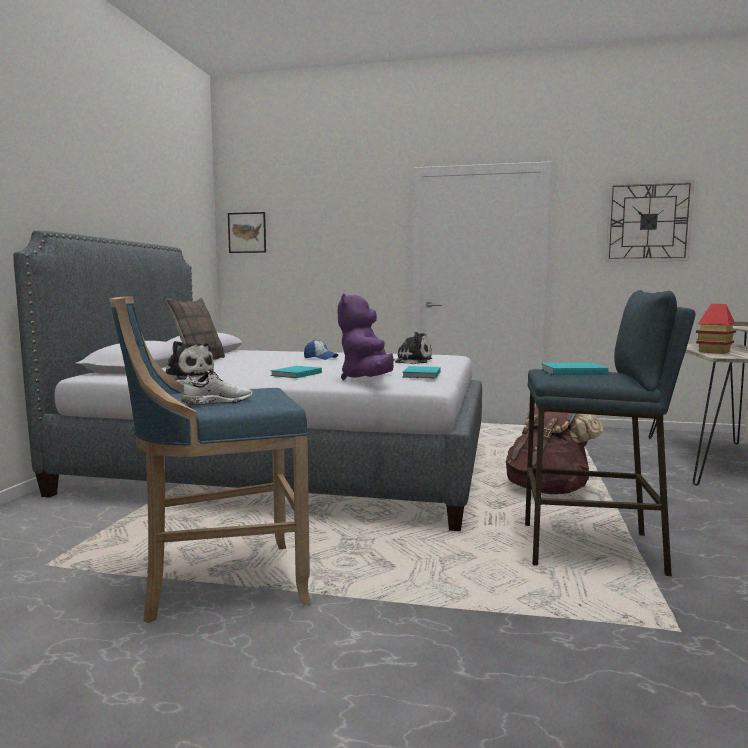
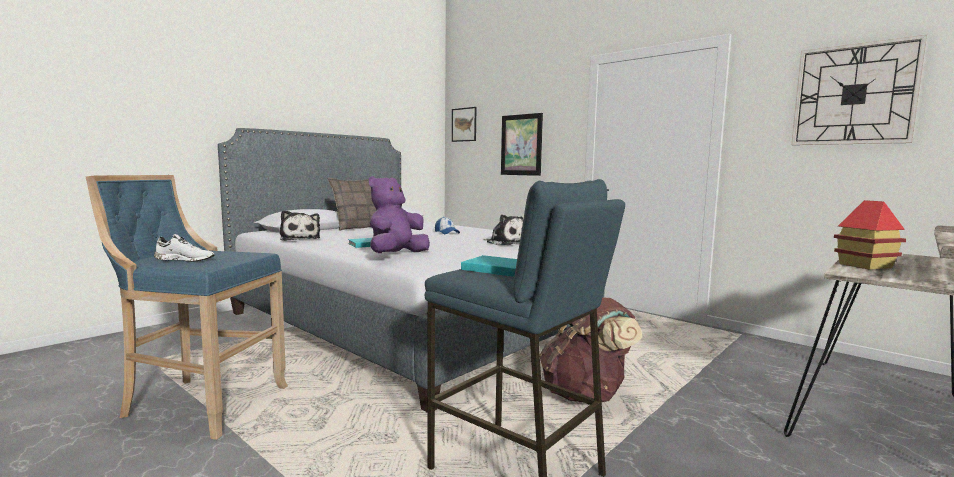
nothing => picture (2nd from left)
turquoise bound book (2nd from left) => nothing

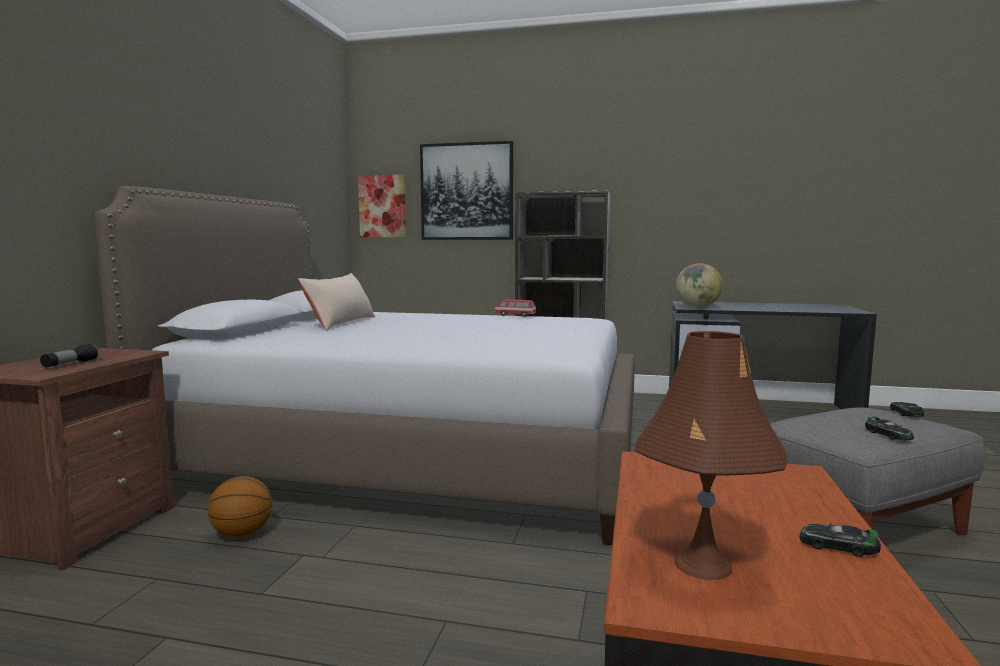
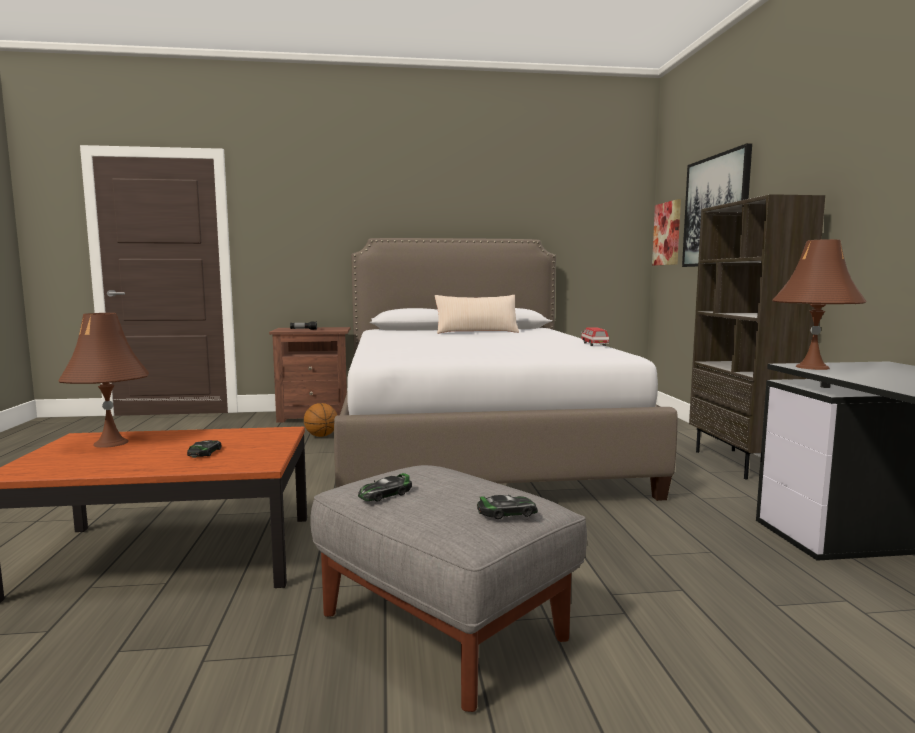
model car (2nd from left in the first image) => model car (1st from left), move
desk globe => brown tabletop lamp (2nd from left)

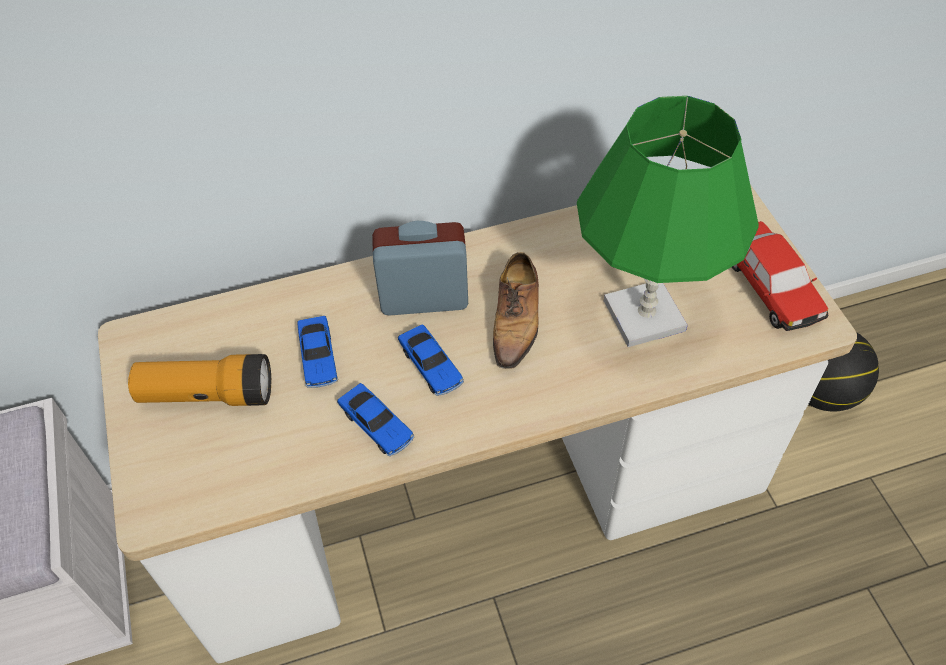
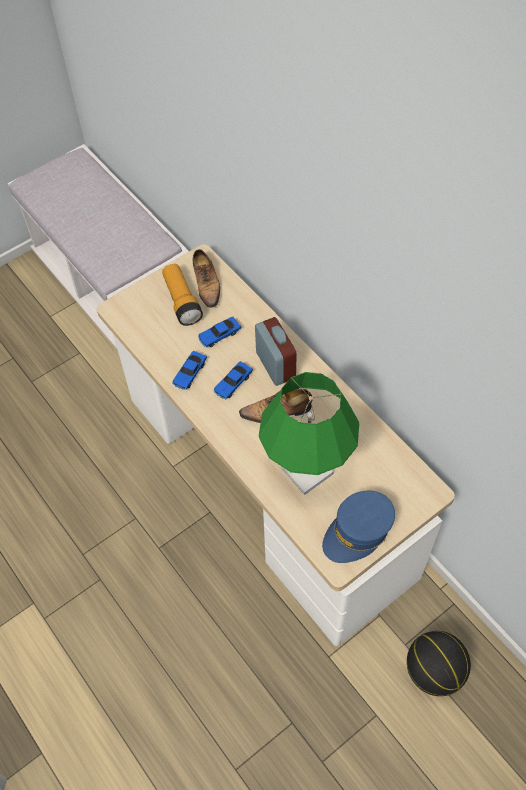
nothing => item of footwear (1st from left)
model car (4th from left) => blue-coloured cap

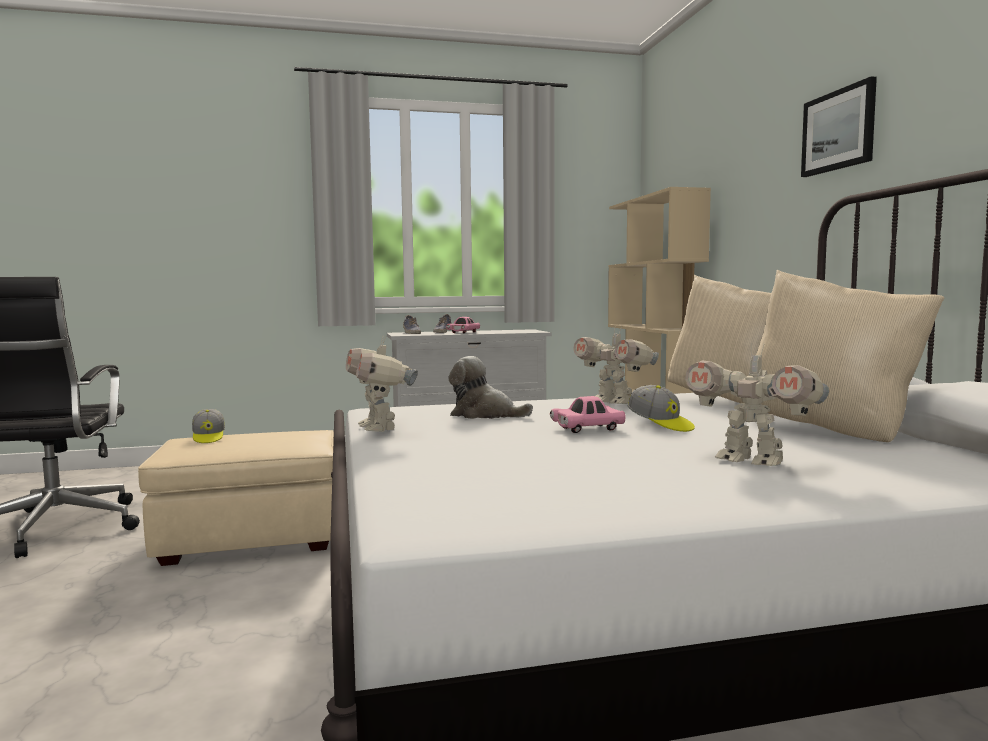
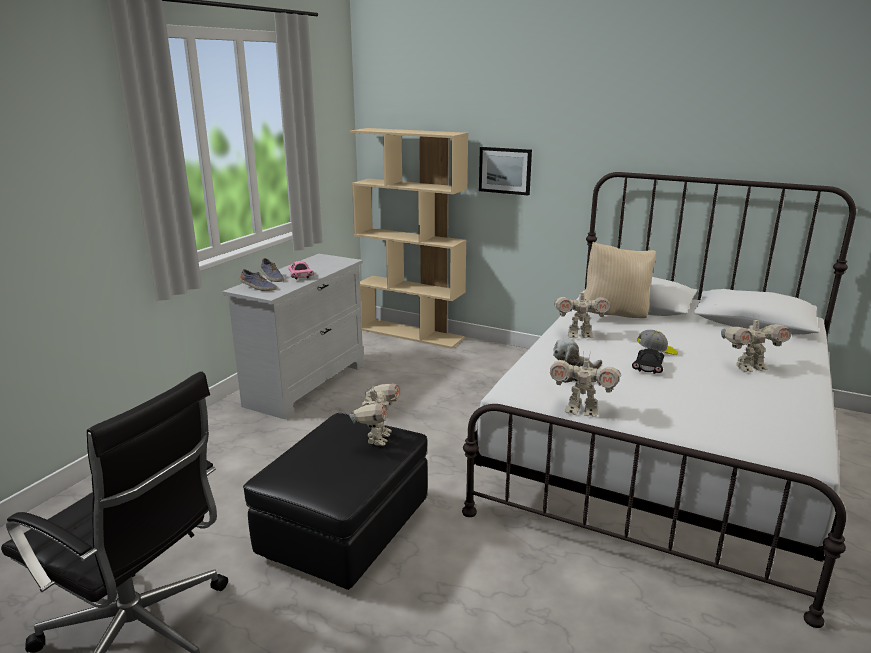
beige ottoman => black ottoman
nothing => toy robot (1st from left)
picture, move
pink model car (2nd from left) => black model car
cap (1st from left) => nothing
beige cushion (2nd from left) => nothing

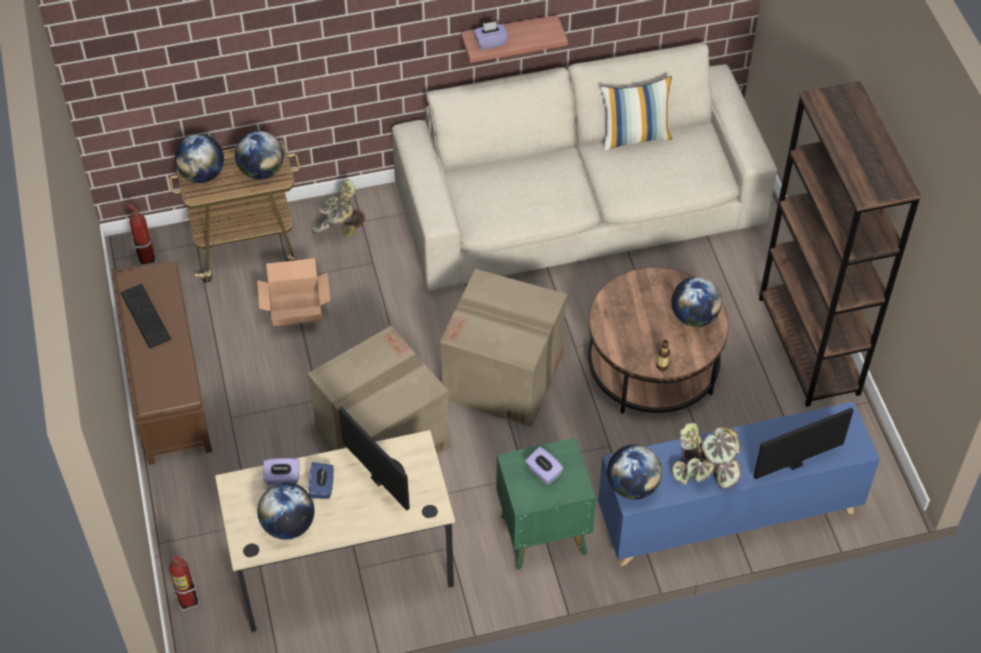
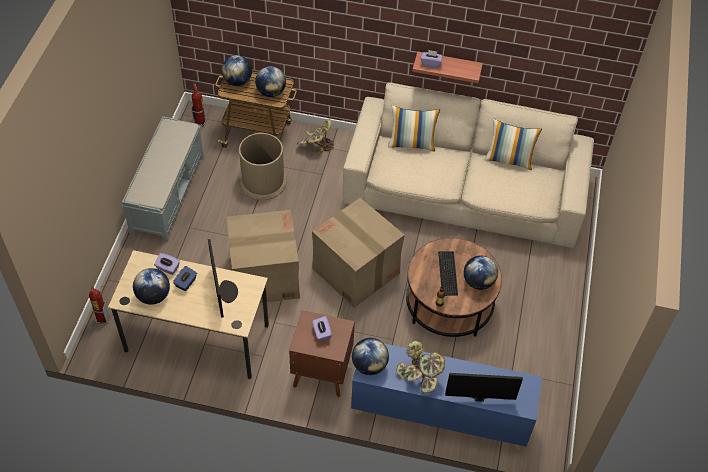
brown bench => gray bench
carton (1st from left) => brown waste bin
green-coloured night table => brown night table
nothing => cushion (1st from left)
PC keyboard, move
brown bookshelf => nothing

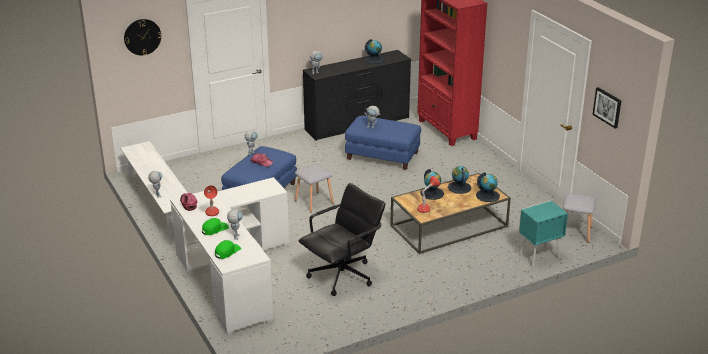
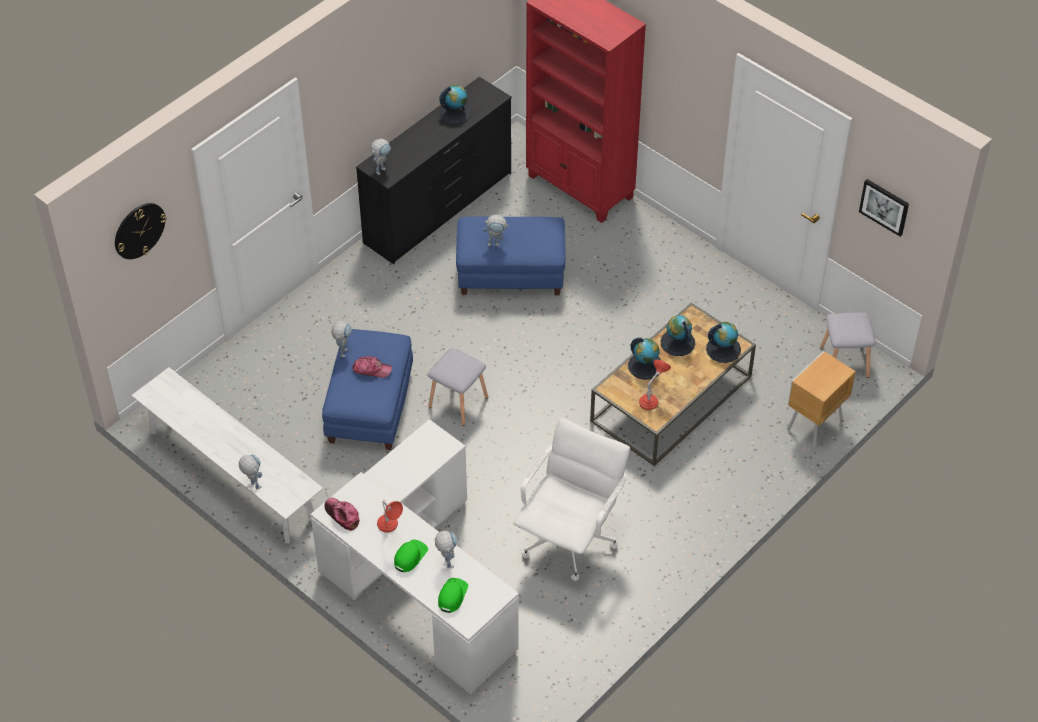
black desk chair => white-coloured desk chair
turquoise night table => brown night table

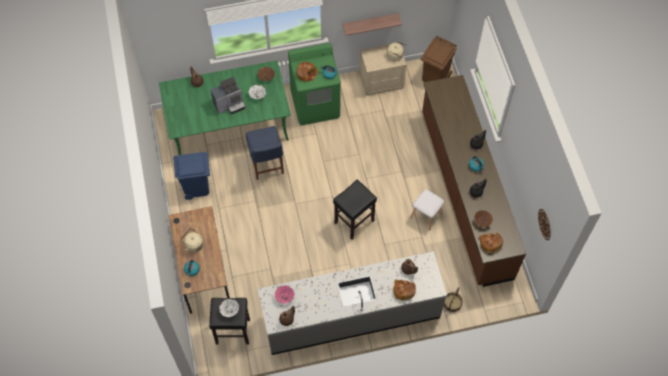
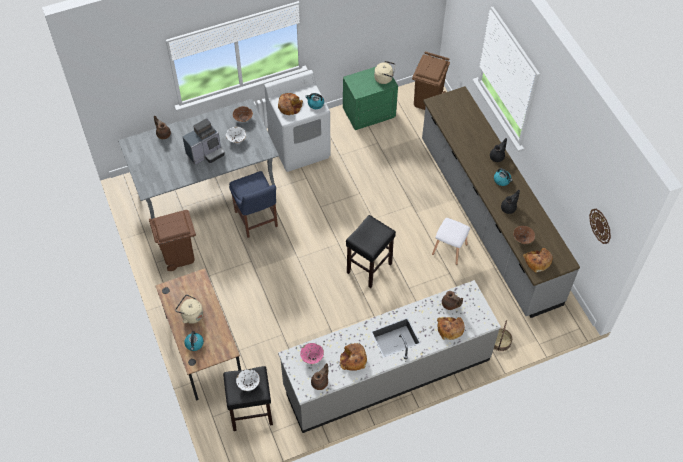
green-coloured dining table => gray dining table
blue-coloured waste bin => brown waste bin (1st from left)
green-coloured washing machine => white-coloured washing machine
nothing => bakery bread (2nd from left)
beige night table => green-coloured night table
brown counter => gray counter (2nd from left)
wall shelf => nothing

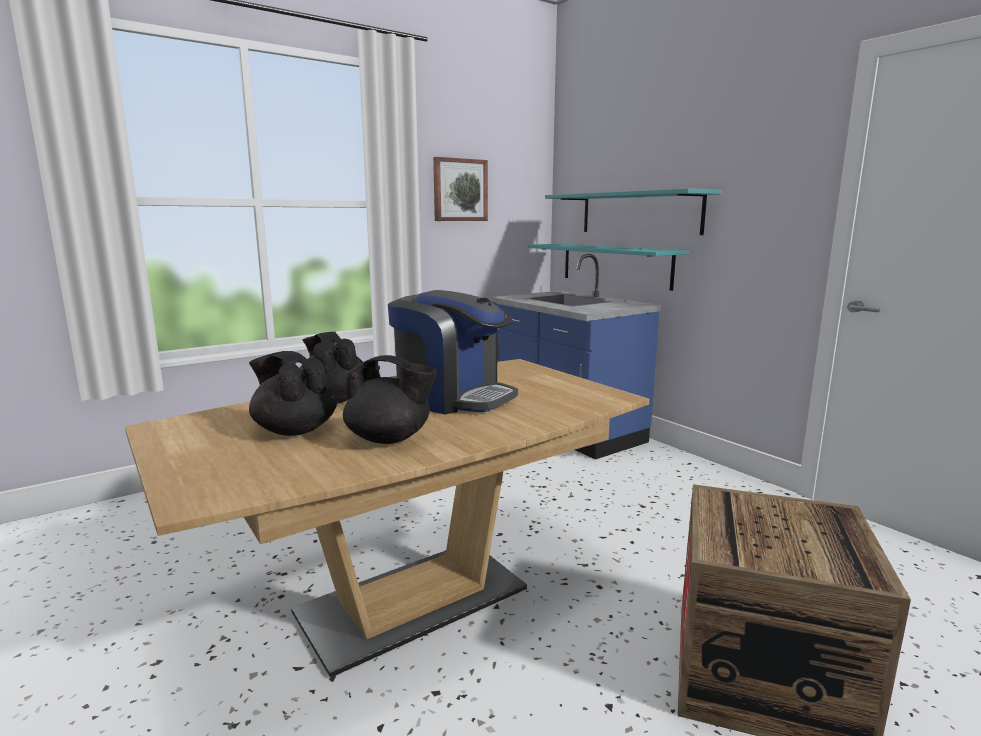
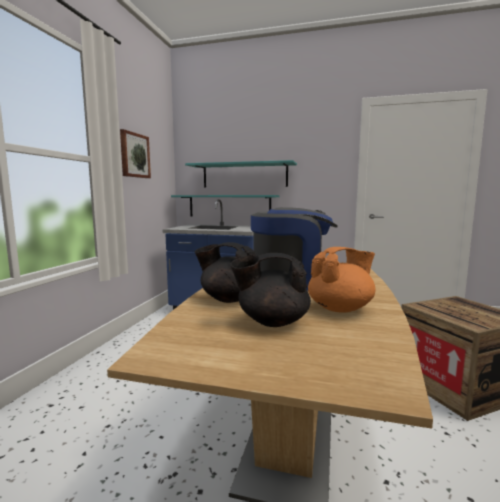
black teapot (3rd from left) => orangey teapot

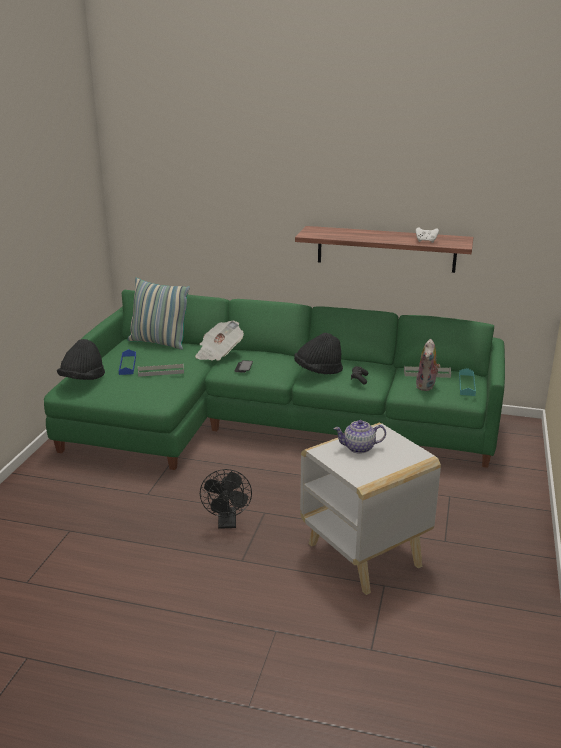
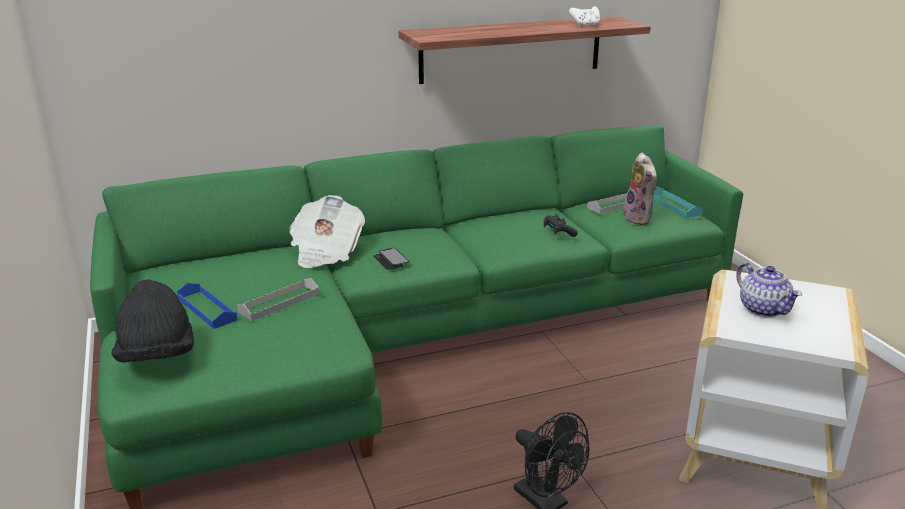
teapot, 75 degrees counterclockwise
cushion => nothing
black hat (2nd from left) => nothing

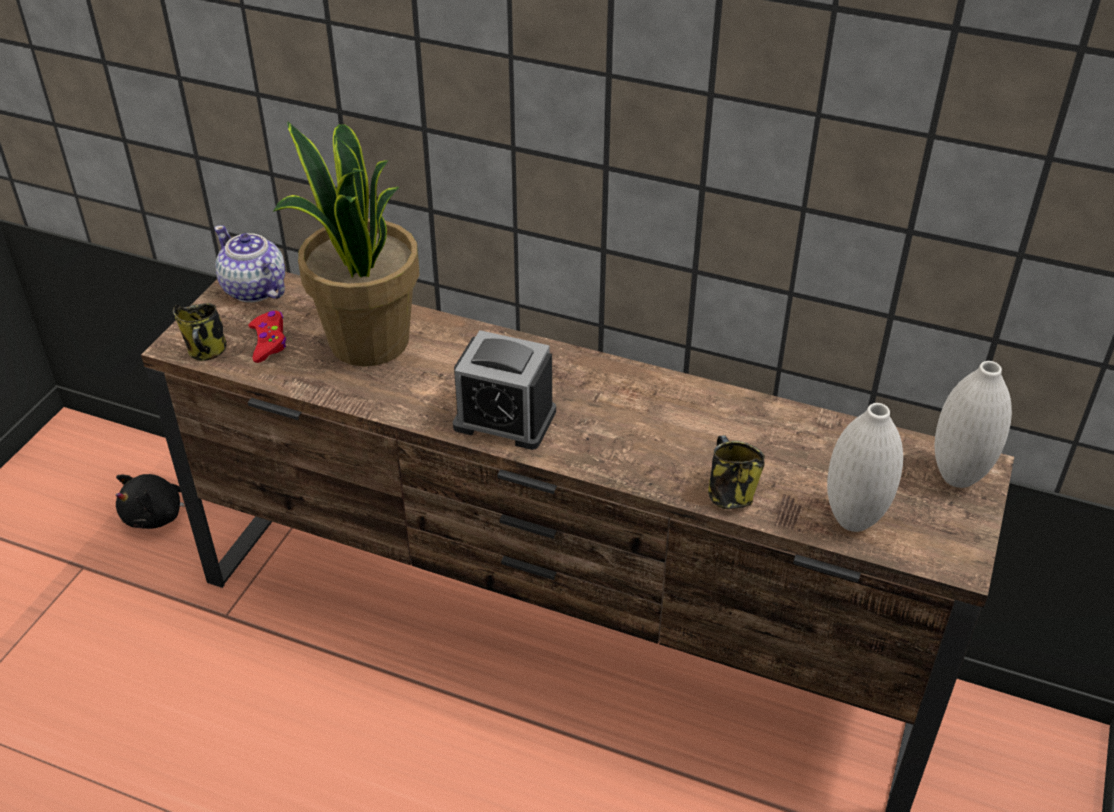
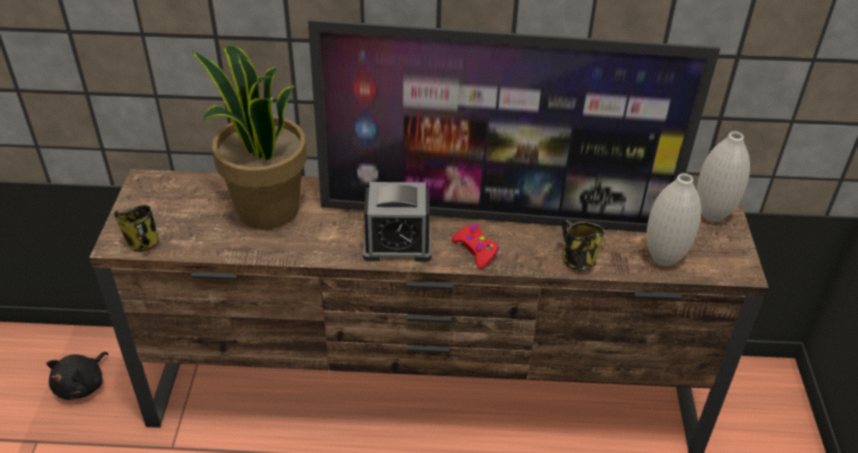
nothing => TV set
red-coloured joypad, move
teapot => nothing

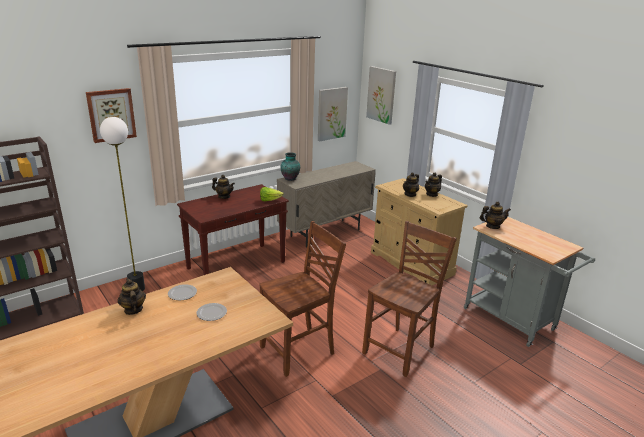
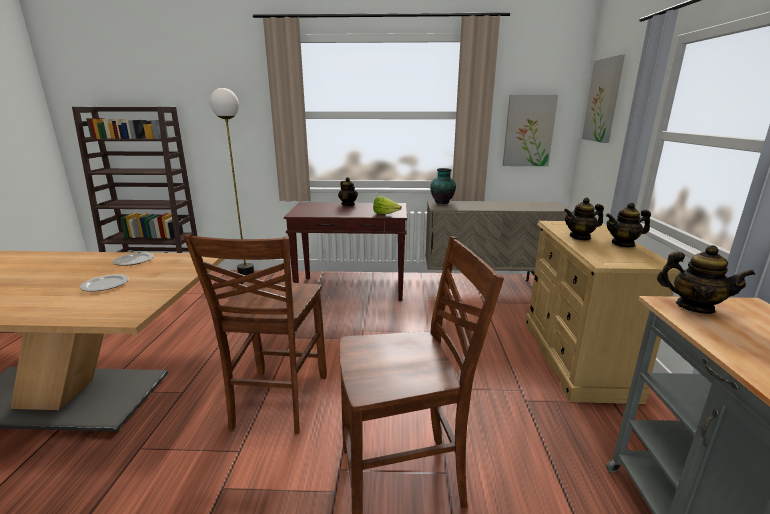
brown plain chair (1st from left), 90 degrees clockwise
picture (1st from left) => nothing
teapot (1st from left) => nothing

